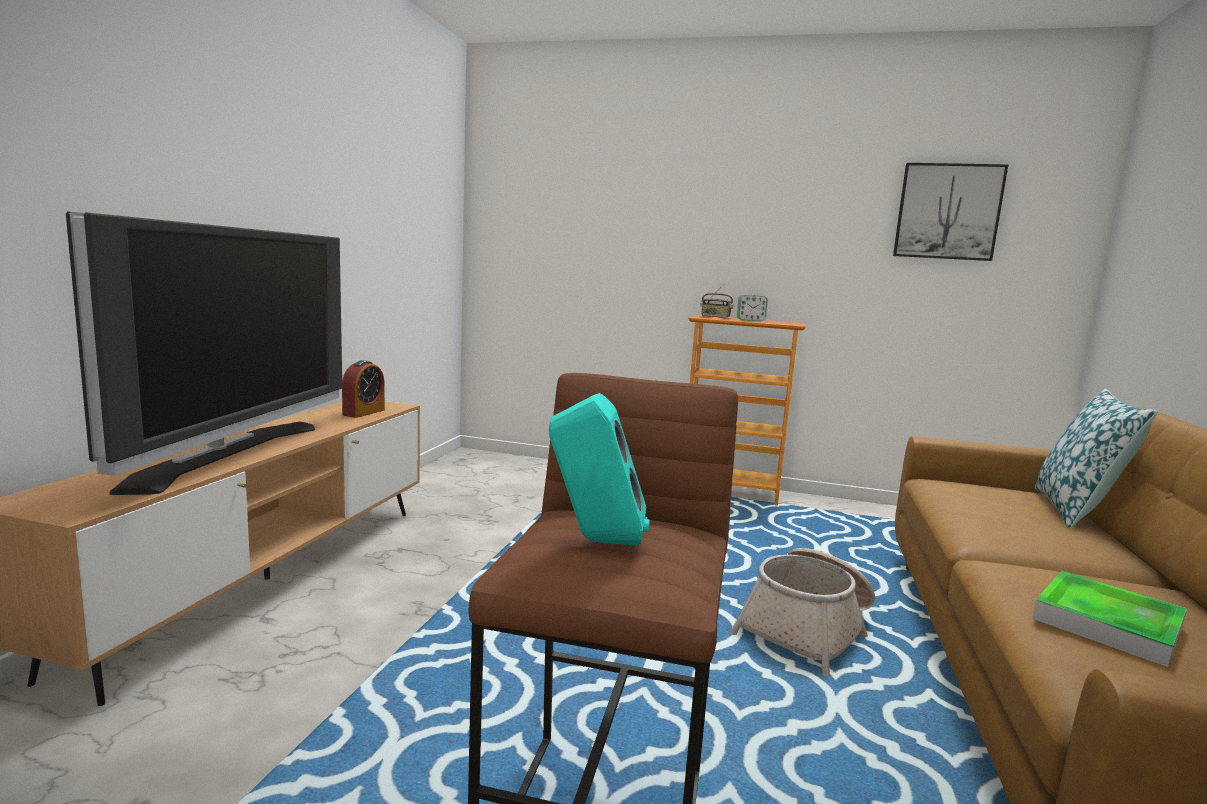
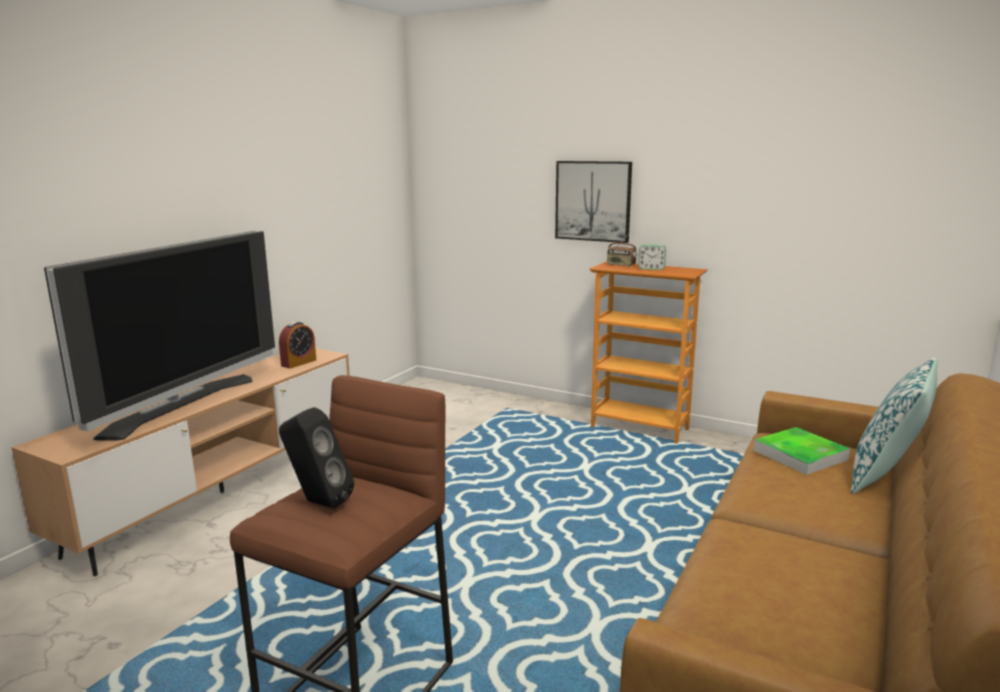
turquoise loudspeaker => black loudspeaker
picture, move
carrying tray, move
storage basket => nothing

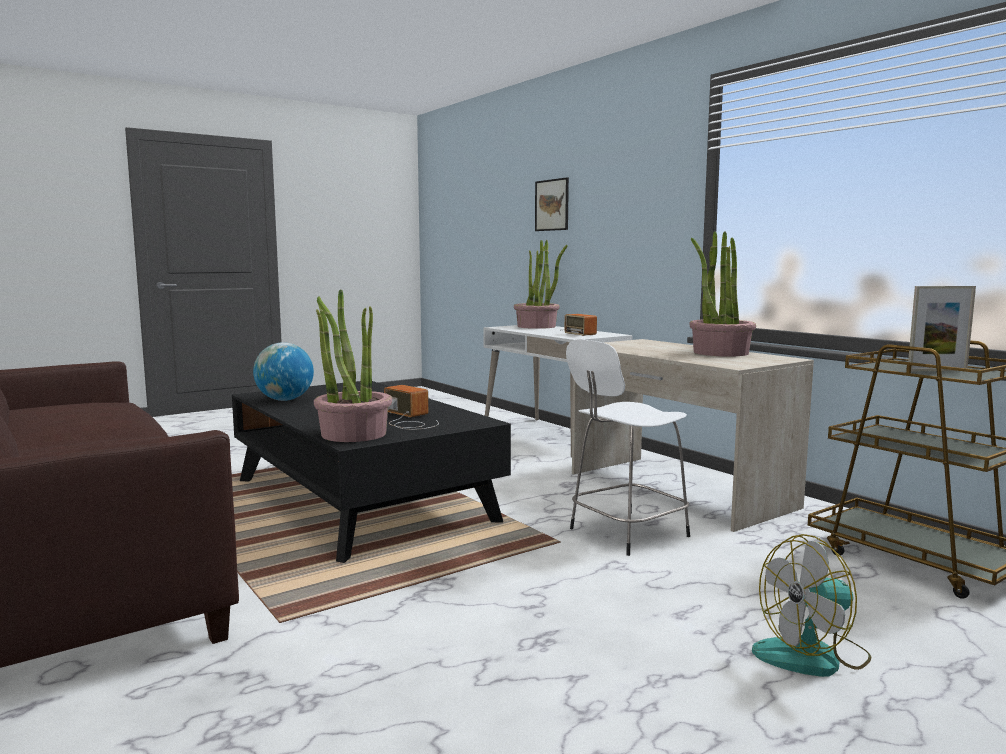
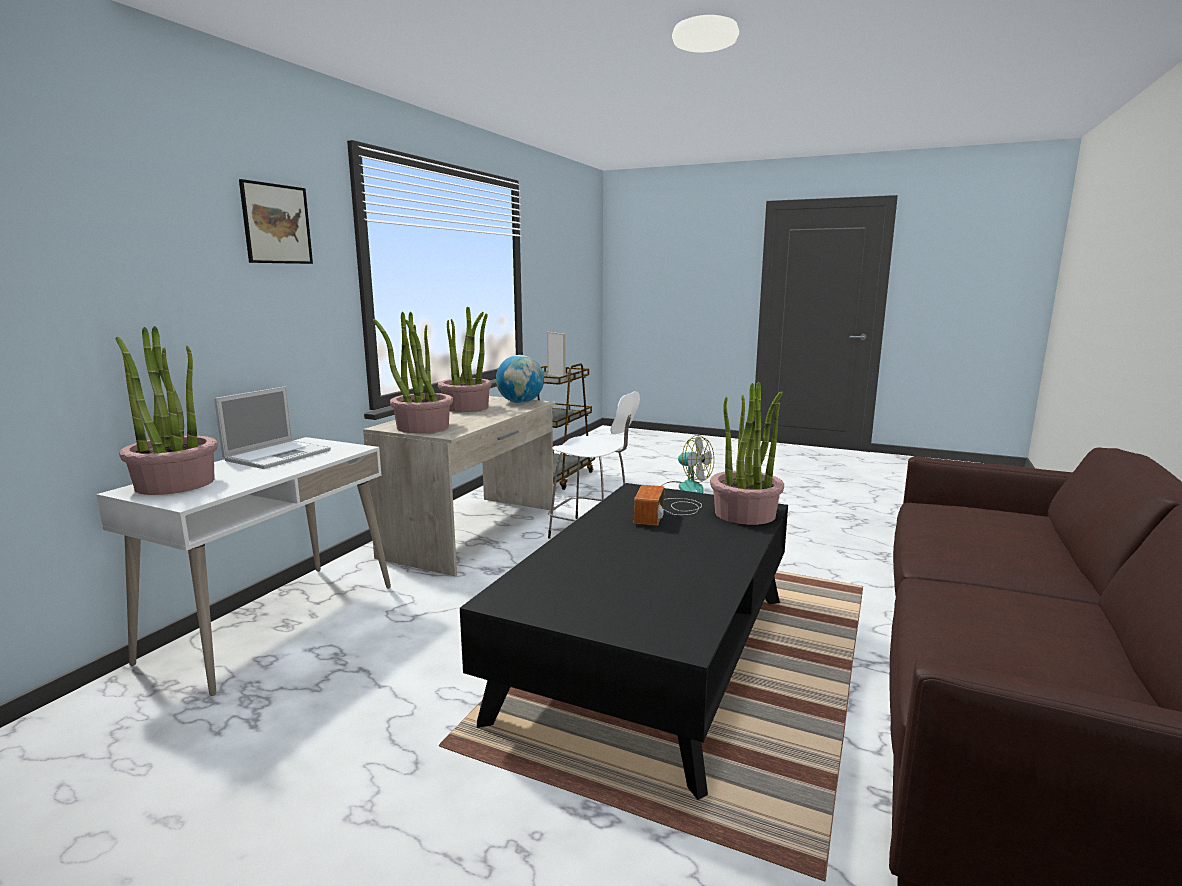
radio set (2nd from left) => laptop
picture, move
nothing => plant in a pot (2nd from left)
desk globe, move

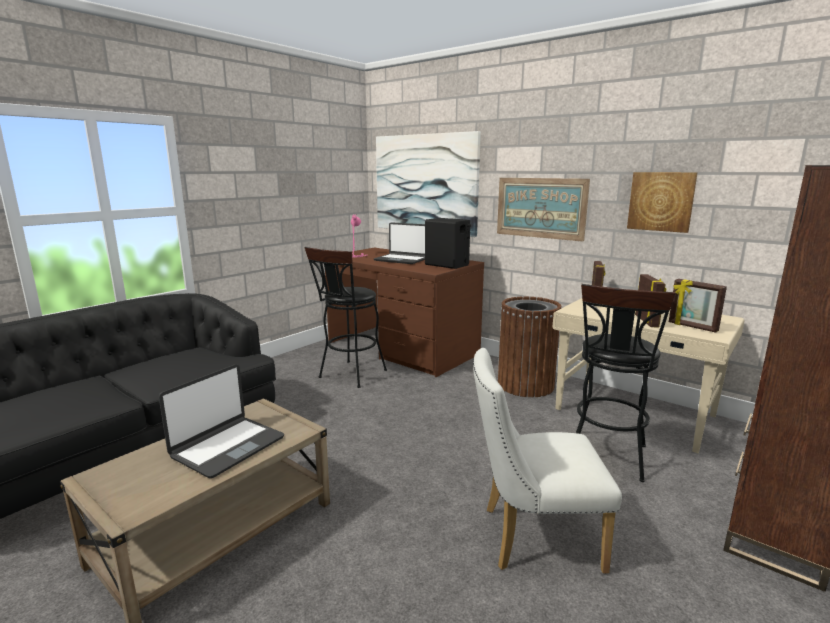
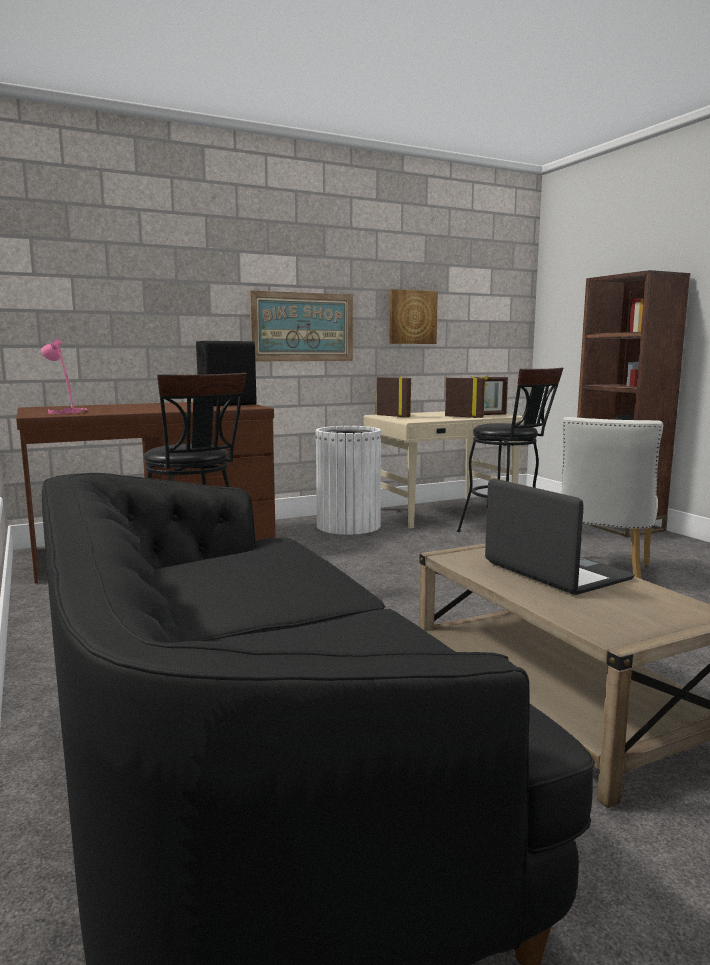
brown waste bin => white-coloured waste bin
laptop (2nd from left) => nothing
picture (1st from left) => nothing

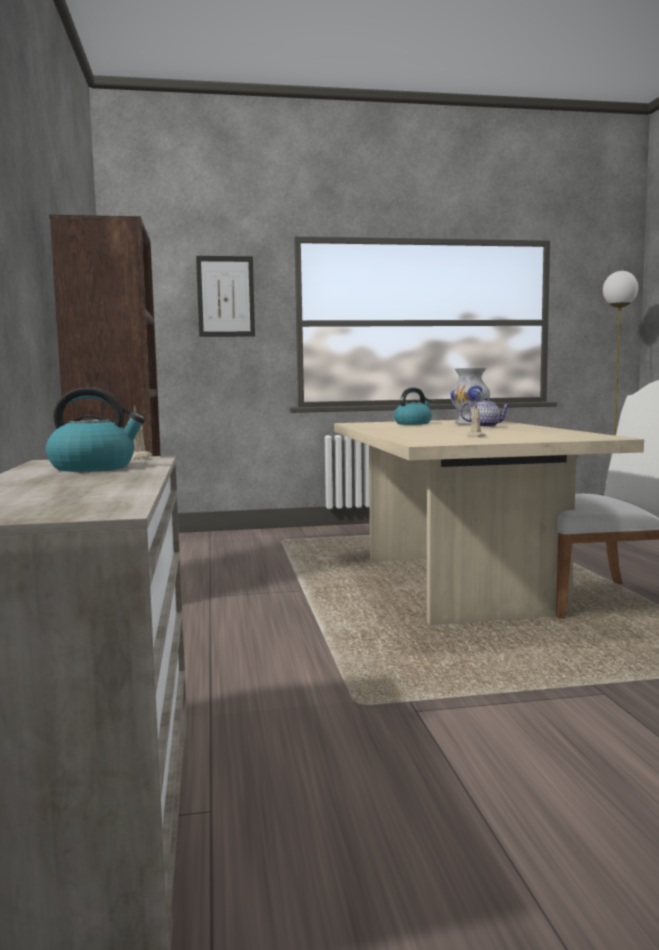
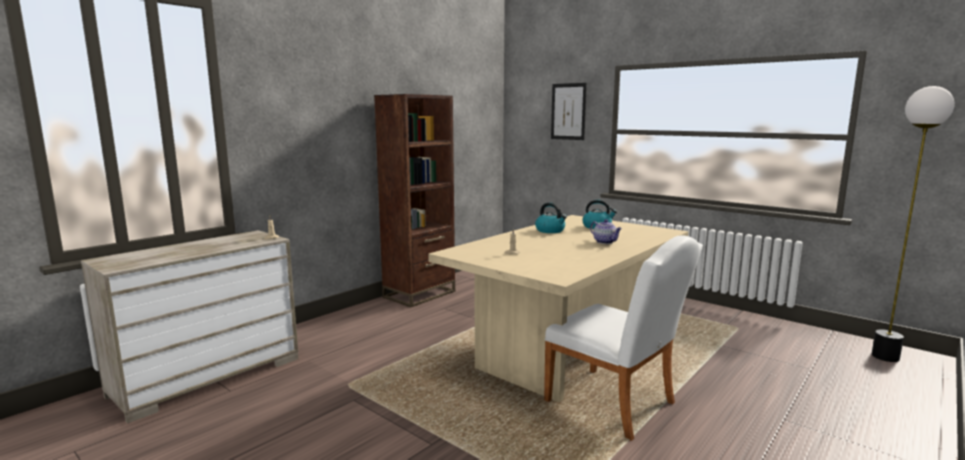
water kettle (1st from left), move
white-coloured decorative vase => nothing

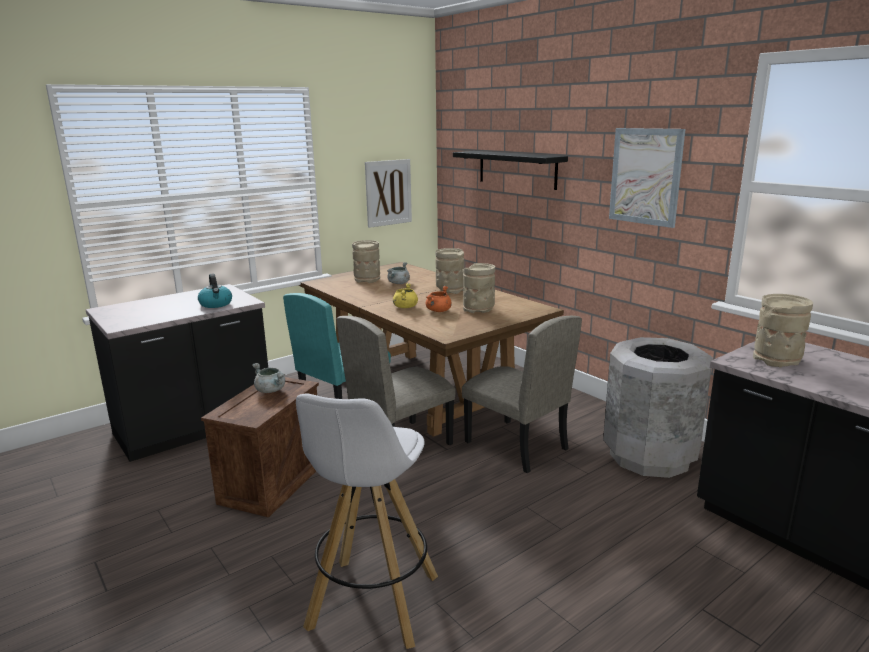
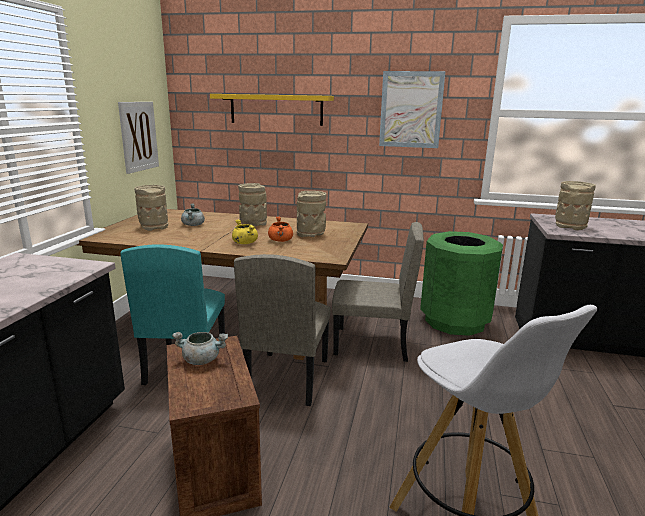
black wall shelf => yellow wall shelf
gray waste bin => green-coloured waste bin
water kettle => nothing

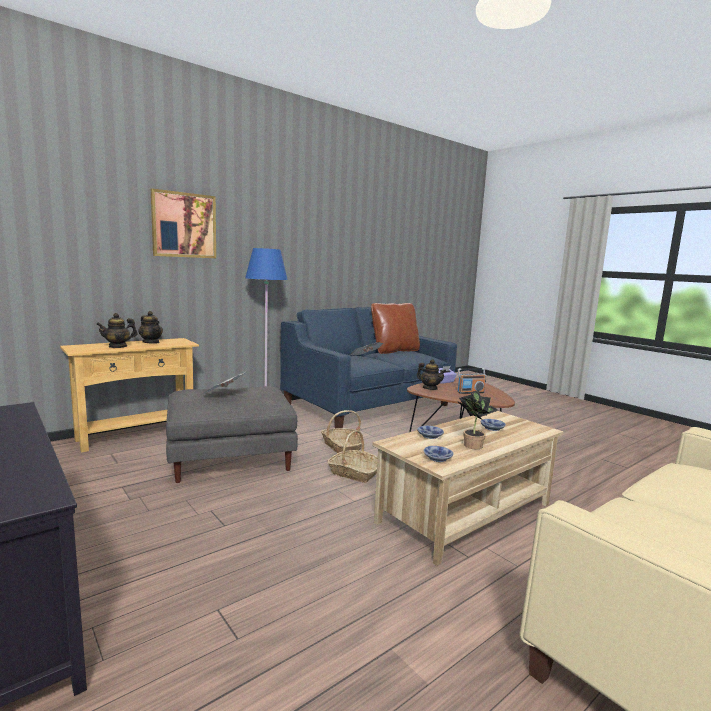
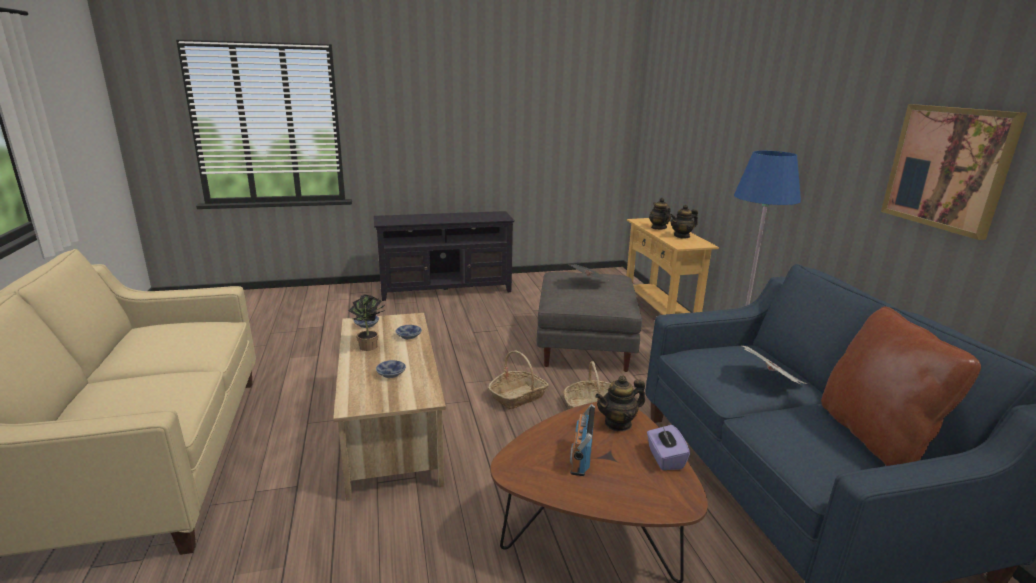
picture, move

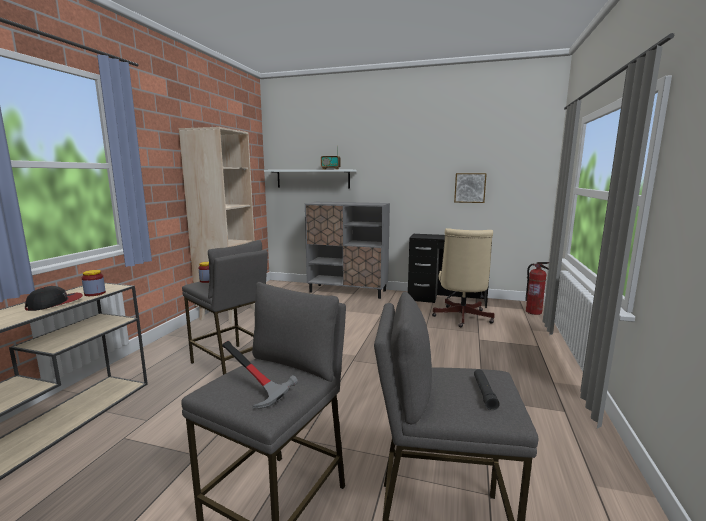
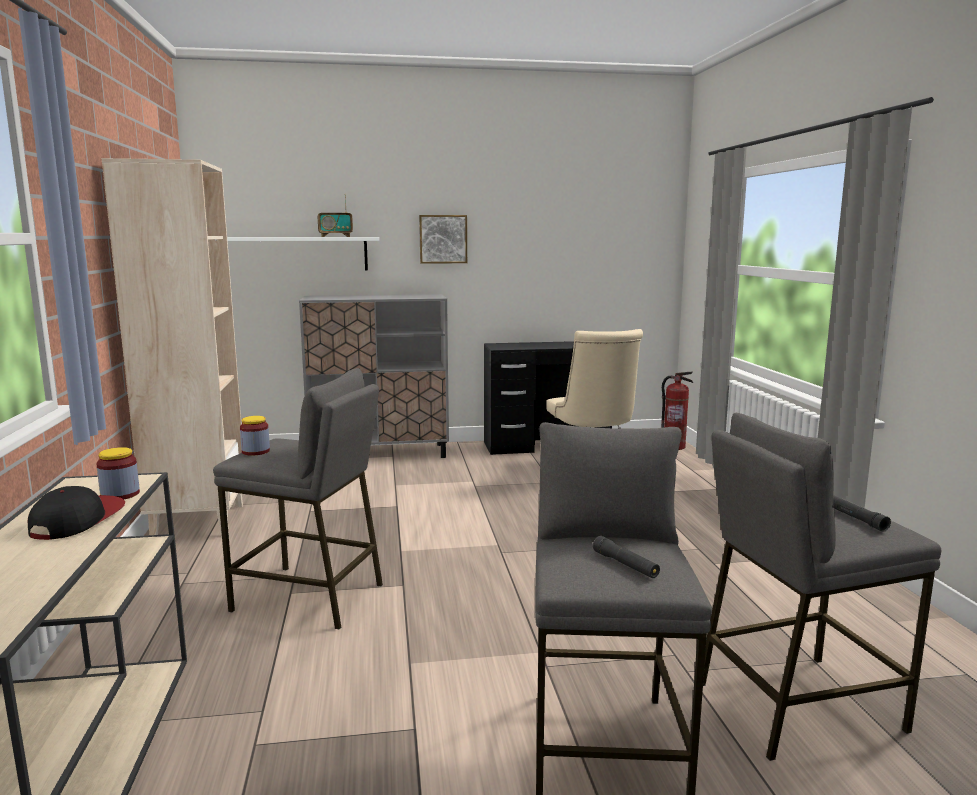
picture, move
tool hammer => black flashlight (1st from left)

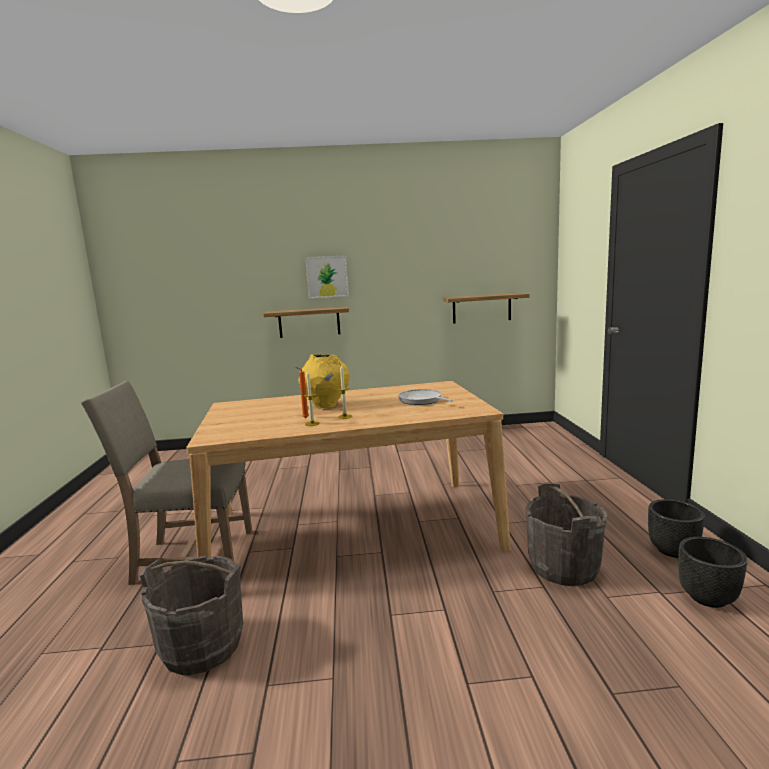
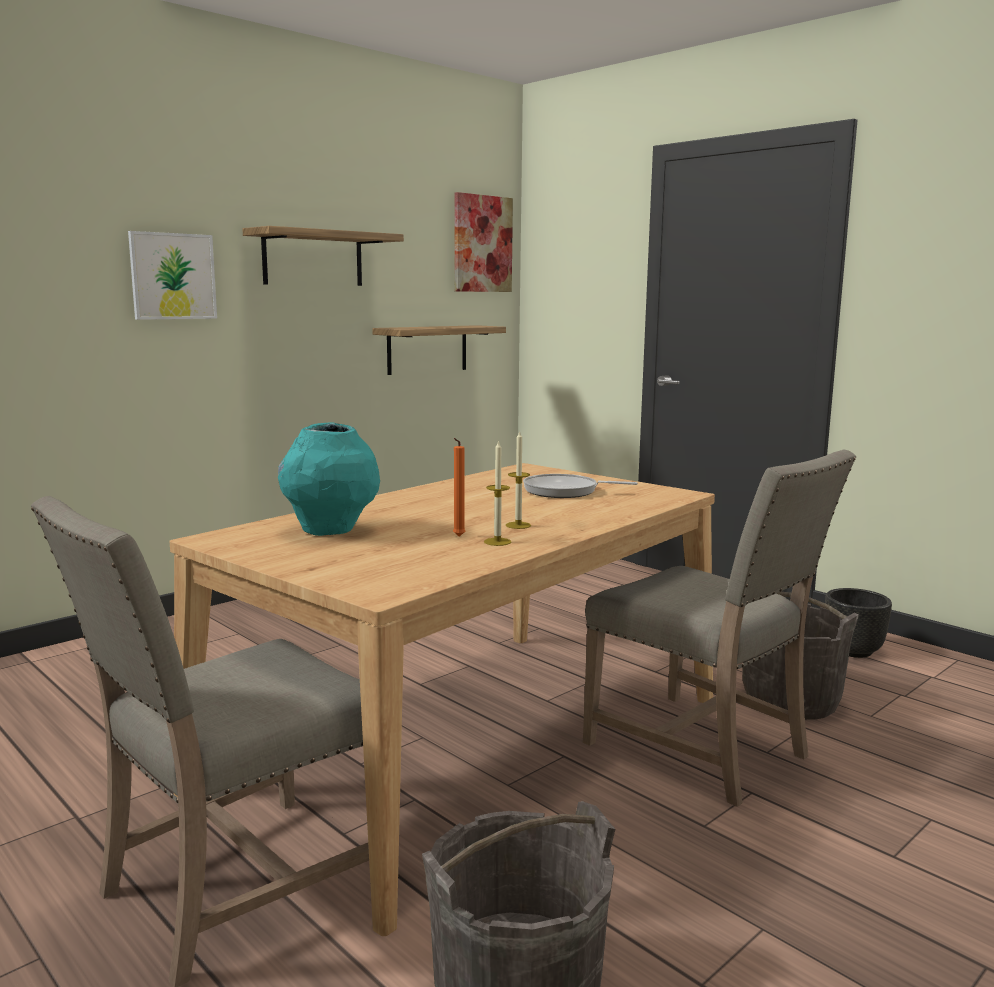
wall shelf (1st from left), move
nothing => turquoise decorative vase
nothing => picture (2nd from left)
nothing => beige plain chair (2nd from left)
yellow decorative vase => nothing
black plant pot (2nd from left) => nothing

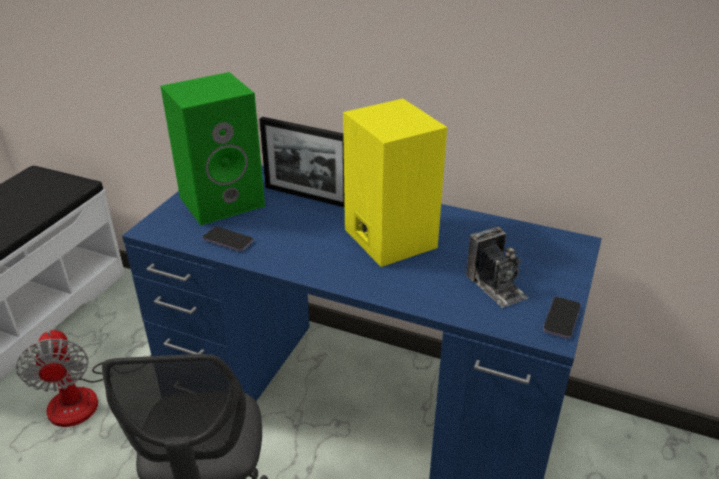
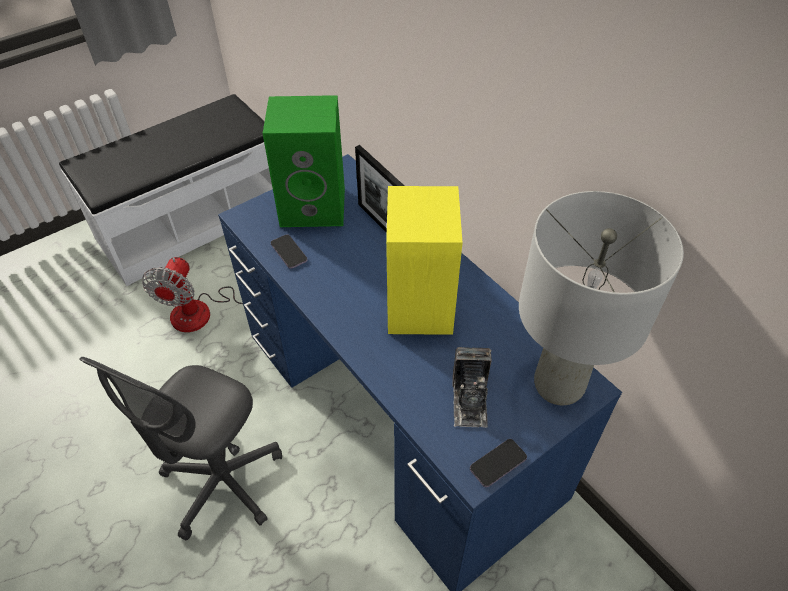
nothing => gray tabletop lamp

